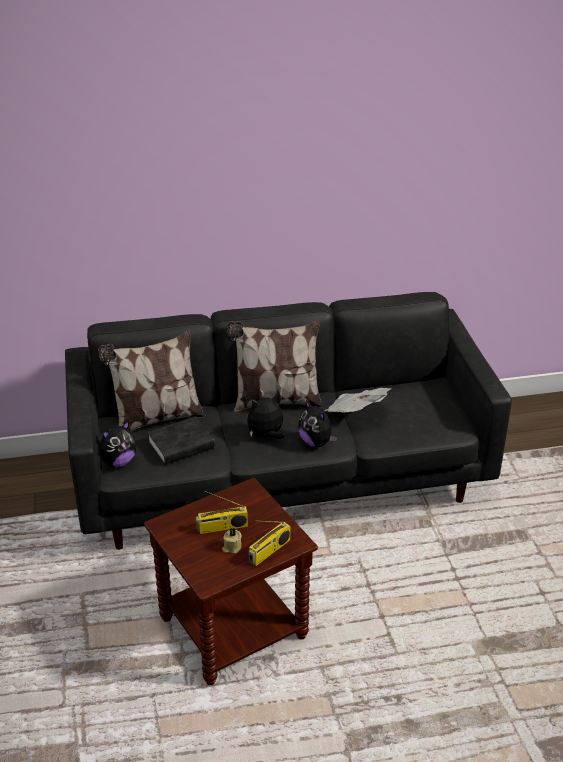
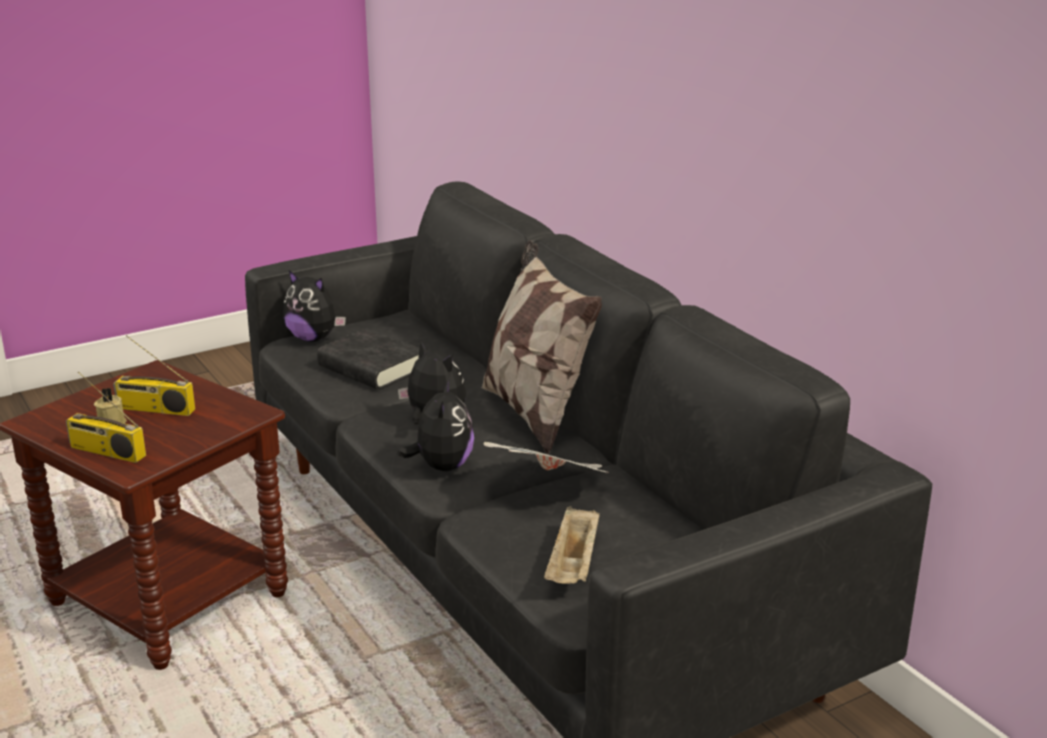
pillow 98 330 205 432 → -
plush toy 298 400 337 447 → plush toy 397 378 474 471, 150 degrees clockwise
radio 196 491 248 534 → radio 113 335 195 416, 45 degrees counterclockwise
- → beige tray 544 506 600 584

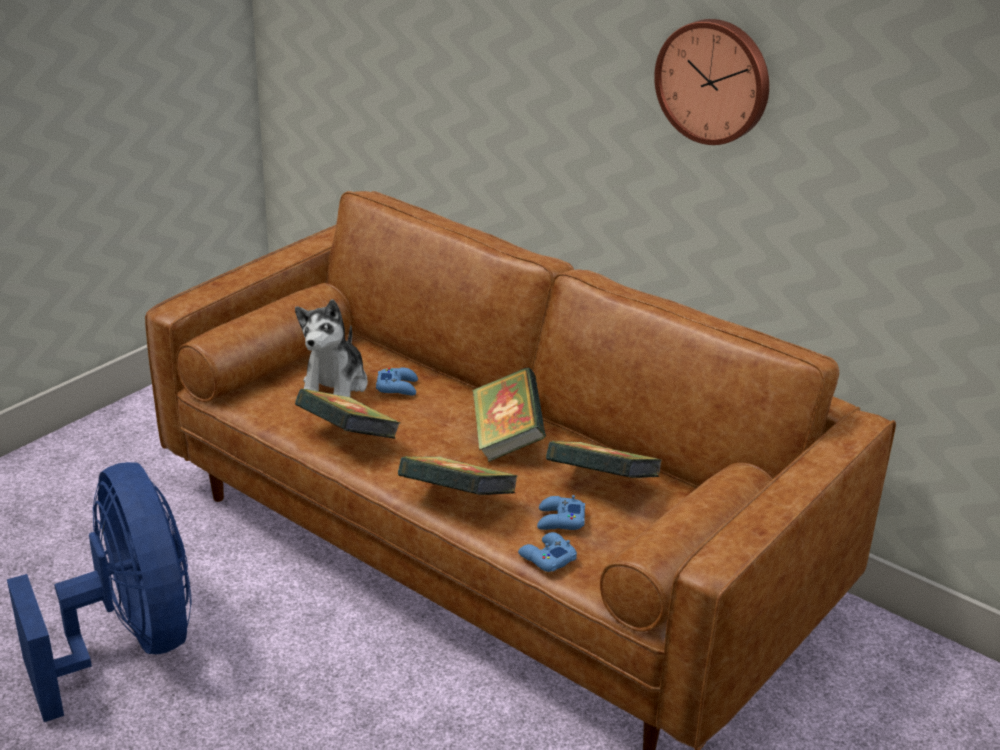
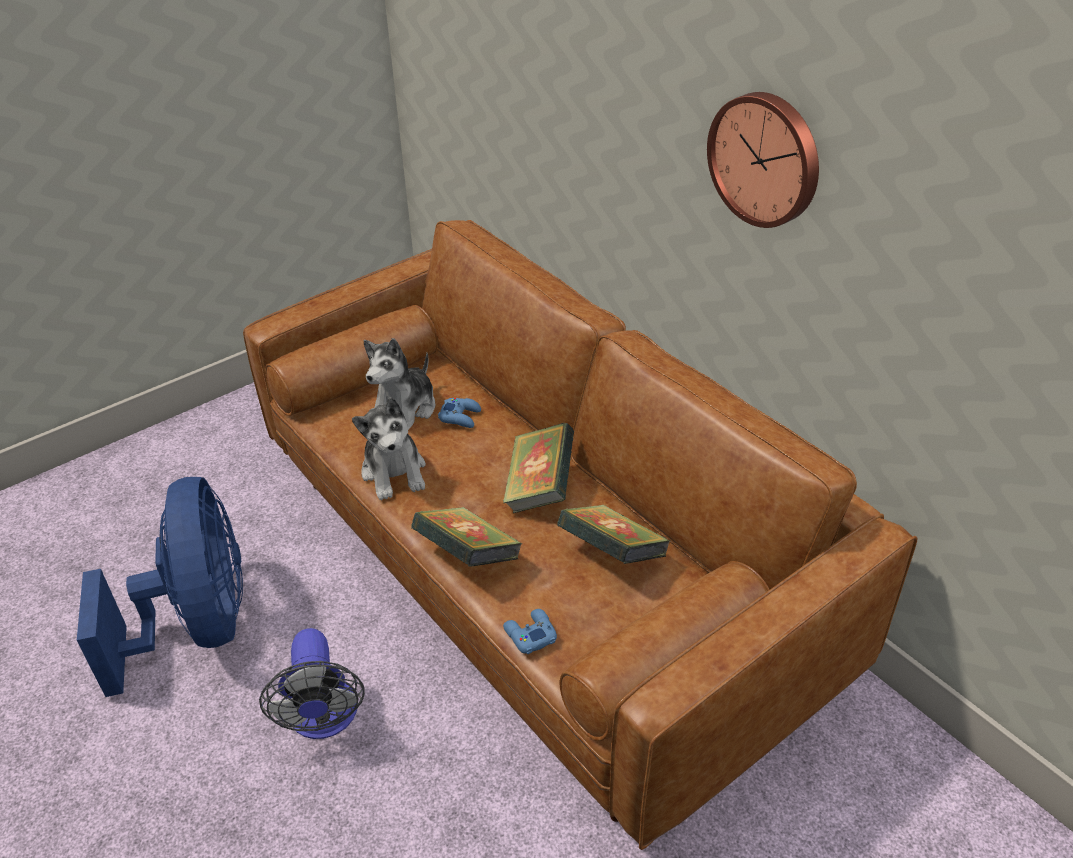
book 295 389 400 439 → plush toy 352 397 426 500
blue game controller 537 495 585 530 → -
- → fan 259 628 365 739

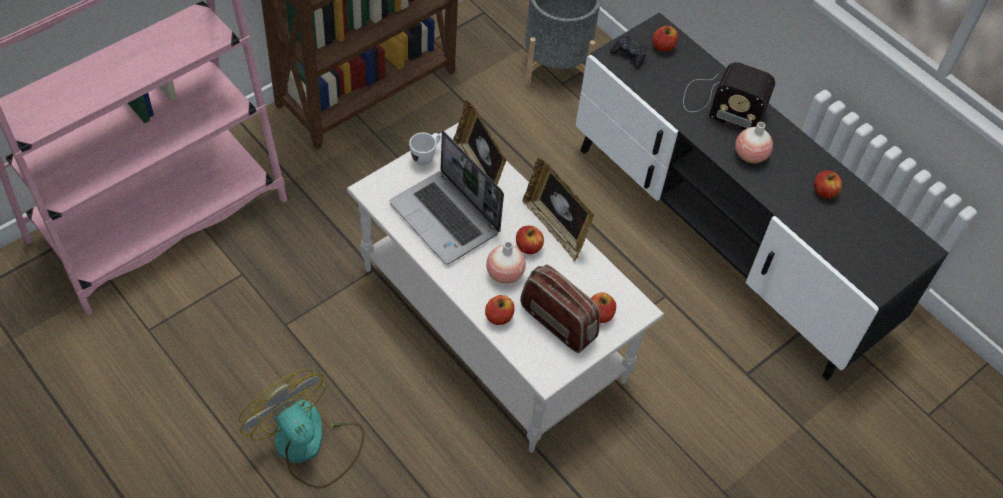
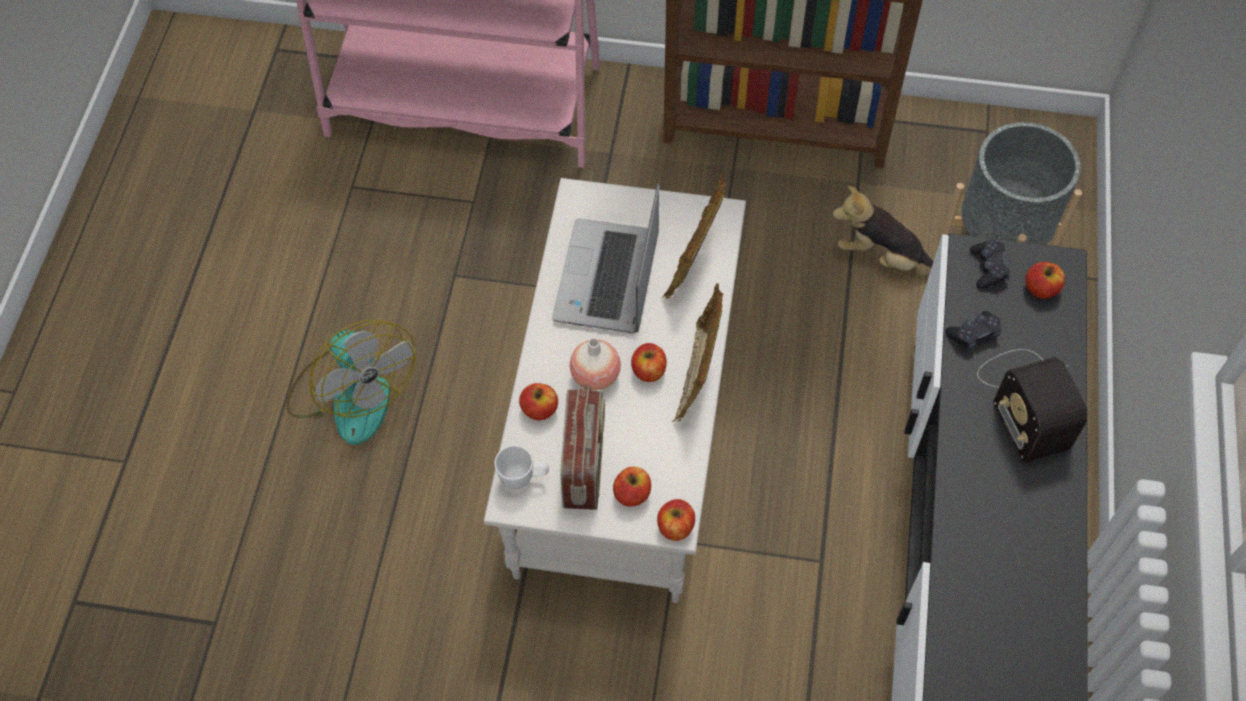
vase 735 122 773 163 → -
white mug 409 133 441 166 → white mug 495 445 549 490, shifted
apple 814 170 842 199 → apple 657 499 695 541, shifted
fan 239 369 365 489 → fan 286 320 415 445, 135 degrees clockwise
- → plush toy 833 186 934 272
- → black game controller 945 311 1002 350

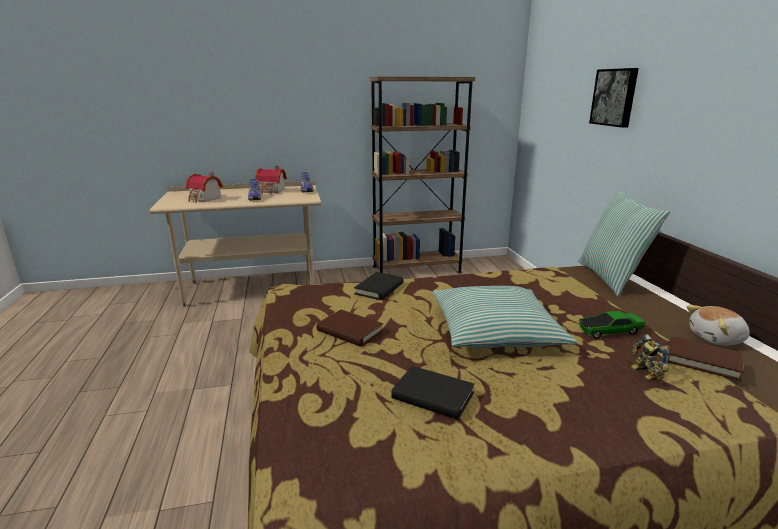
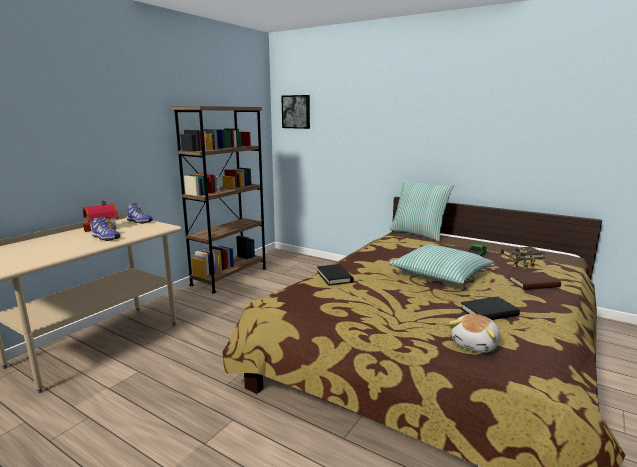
picture 589 68 639 128 → picture 281 95 310 129, shifted
toy house 185 172 223 203 → -
plush toy 686 305 750 346 → plush toy 449 314 500 353, shifted
brown book 317 310 383 347 → brown book 508 272 561 290, shifted

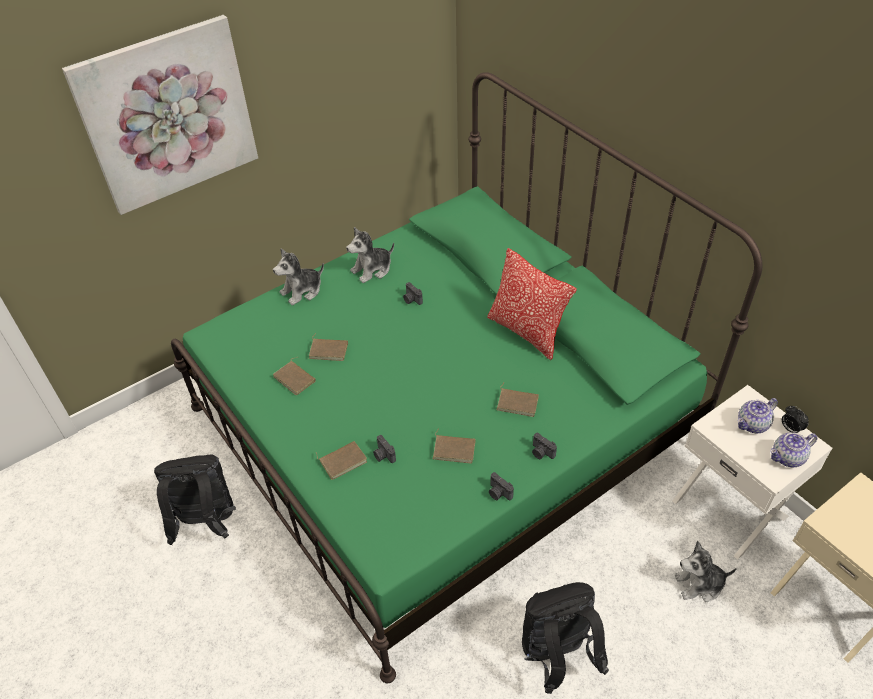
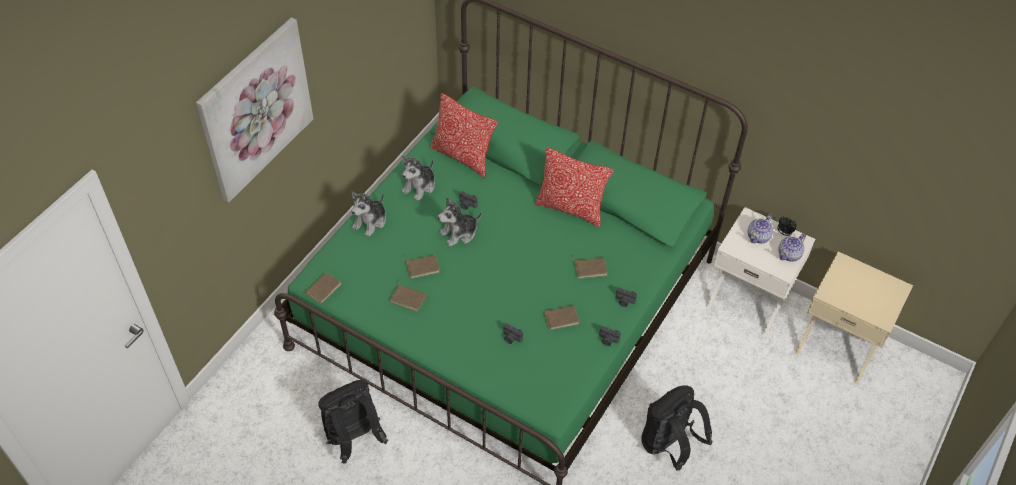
brown book 315 441 367 480 → brown book 300 272 342 304, shifted
plush toy 675 541 737 602 → plush toy 438 198 482 247, shifted
- → pillow 430 93 498 178

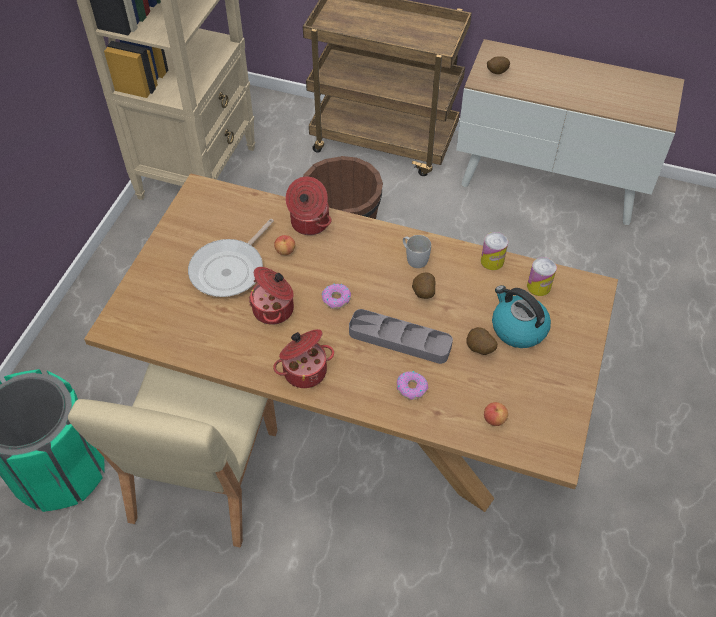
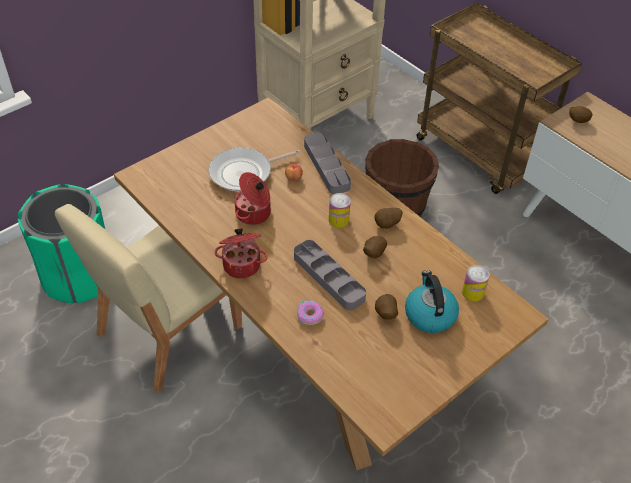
cooking pot 285 177 332 235 → grey tray 304 132 351 194
can 481 232 508 270 → can 329 193 351 227, shifted
white mug 403 235 431 268 → potato 374 208 402 229
donut 321 283 351 309 → -
apple 484 402 508 426 → -

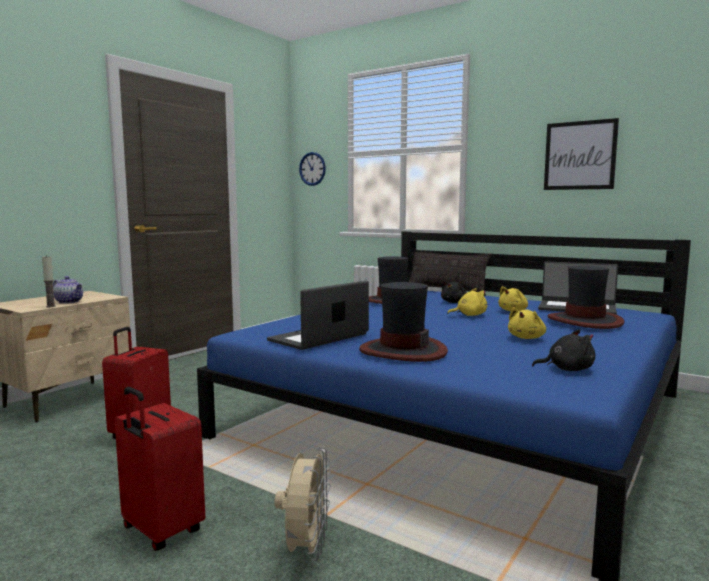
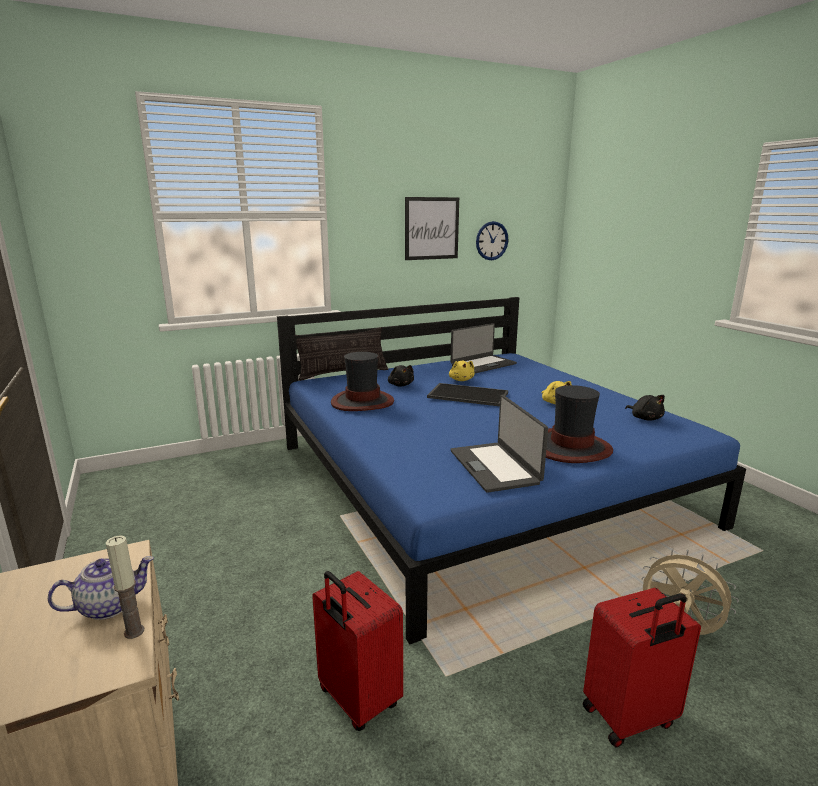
wall clock 299 152 326 186 → wall clock 476 221 508 260, shifted
hat 548 266 625 329 → -
yellow plush toy 447 288 487 316 → tray 427 383 508 406
black plush toy 532 330 595 371 → black plush toy 625 395 665 420, 120 degrees clockwise

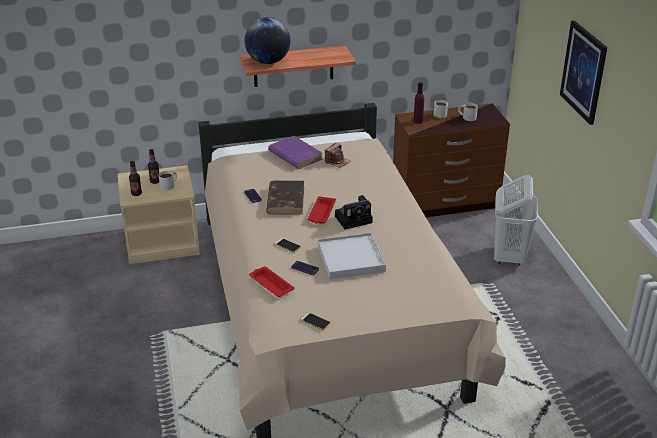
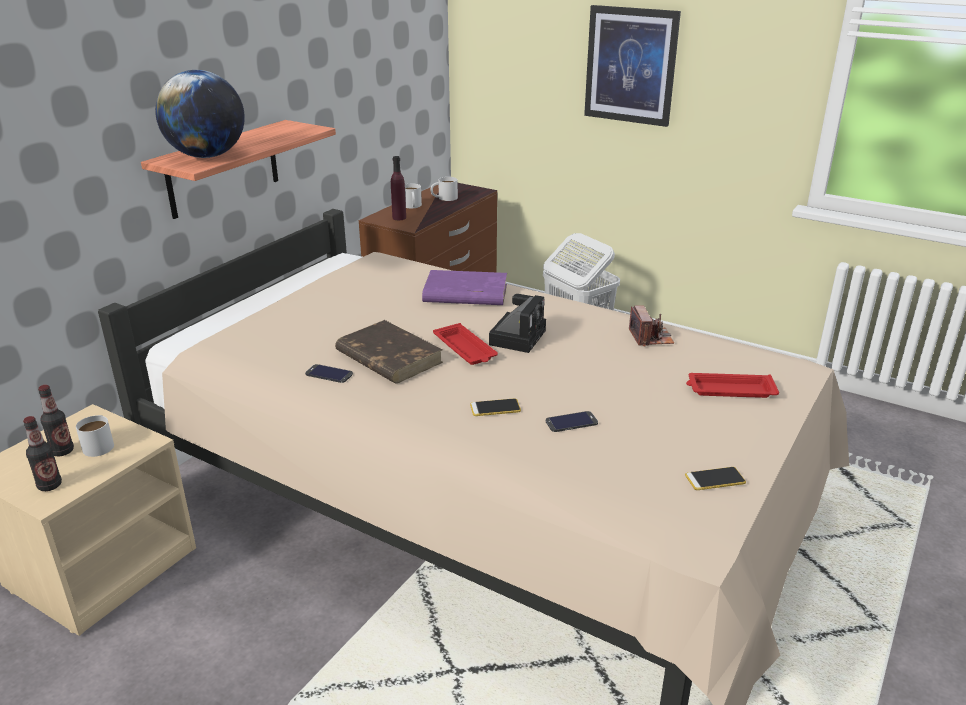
purple book 268 136 322 169 → purple book 422 270 507 305, shifted
photo camera 325 143 351 168 → photo camera 629 306 674 346, shifted
white tray 318 233 386 279 → -
red tray 249 266 294 297 → red tray 686 373 779 398, shifted

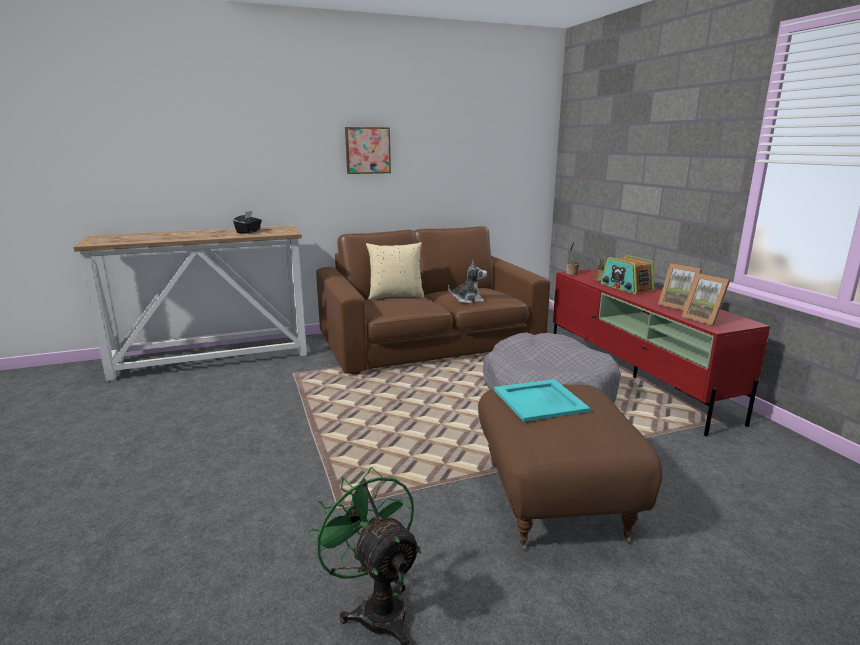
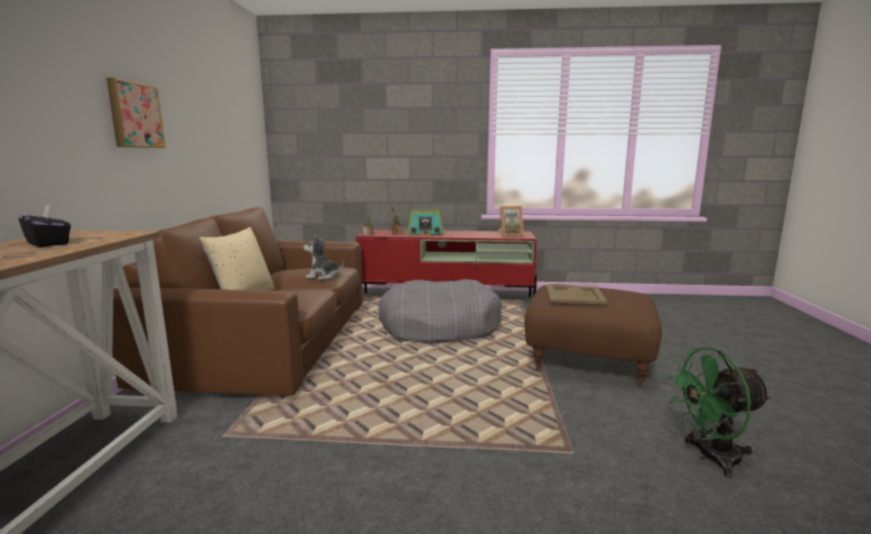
plush toy 448 261 487 304 → plush toy 303 235 344 280, 105 degrees counterclockwise
picture frame 658 263 702 310 → -
turquoise tray 494 379 591 422 → beige tray 546 285 608 305

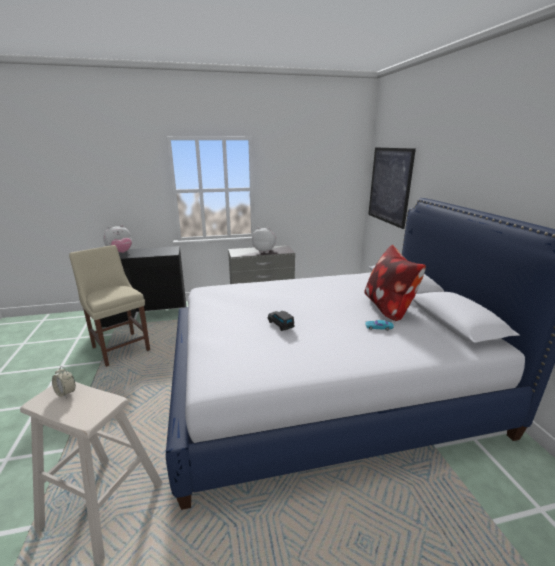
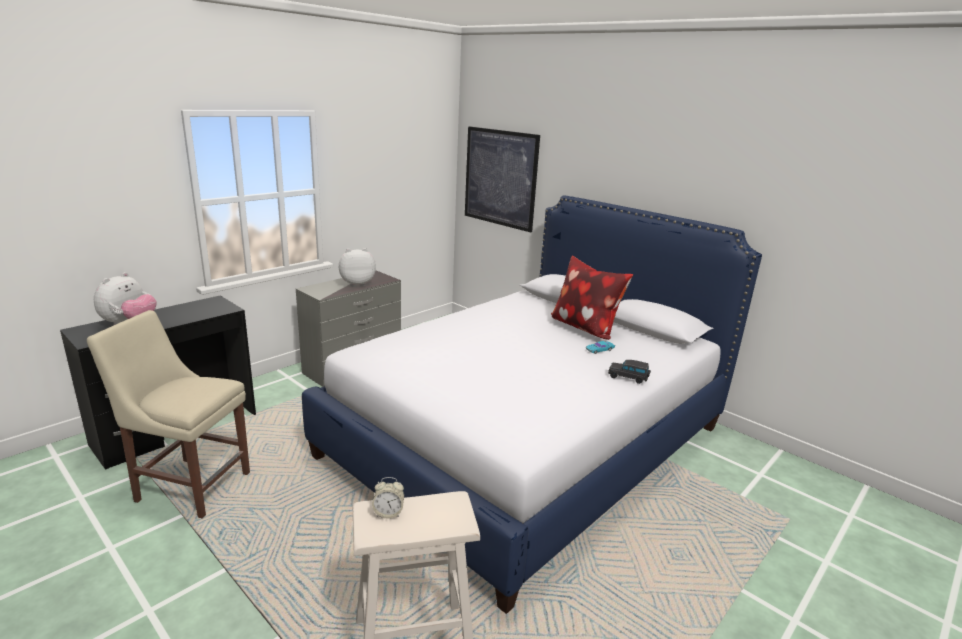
black toy car 268 311 295 331 → black toy car 608 360 651 384, shifted

